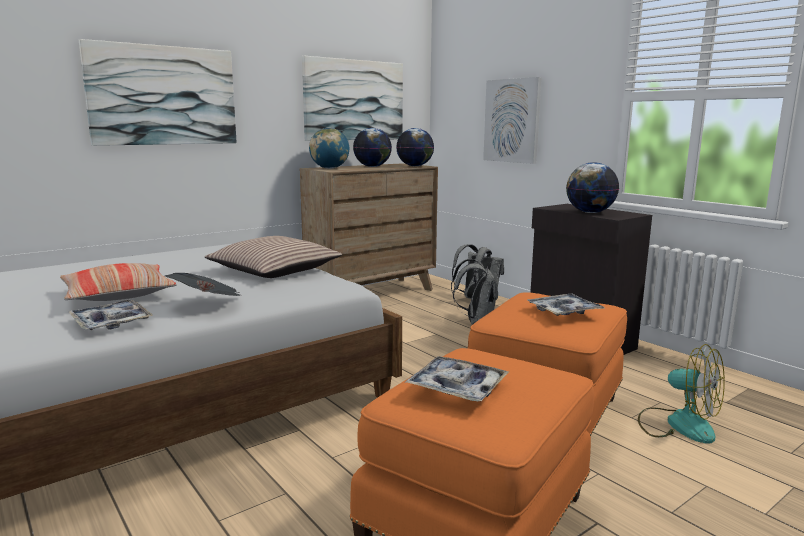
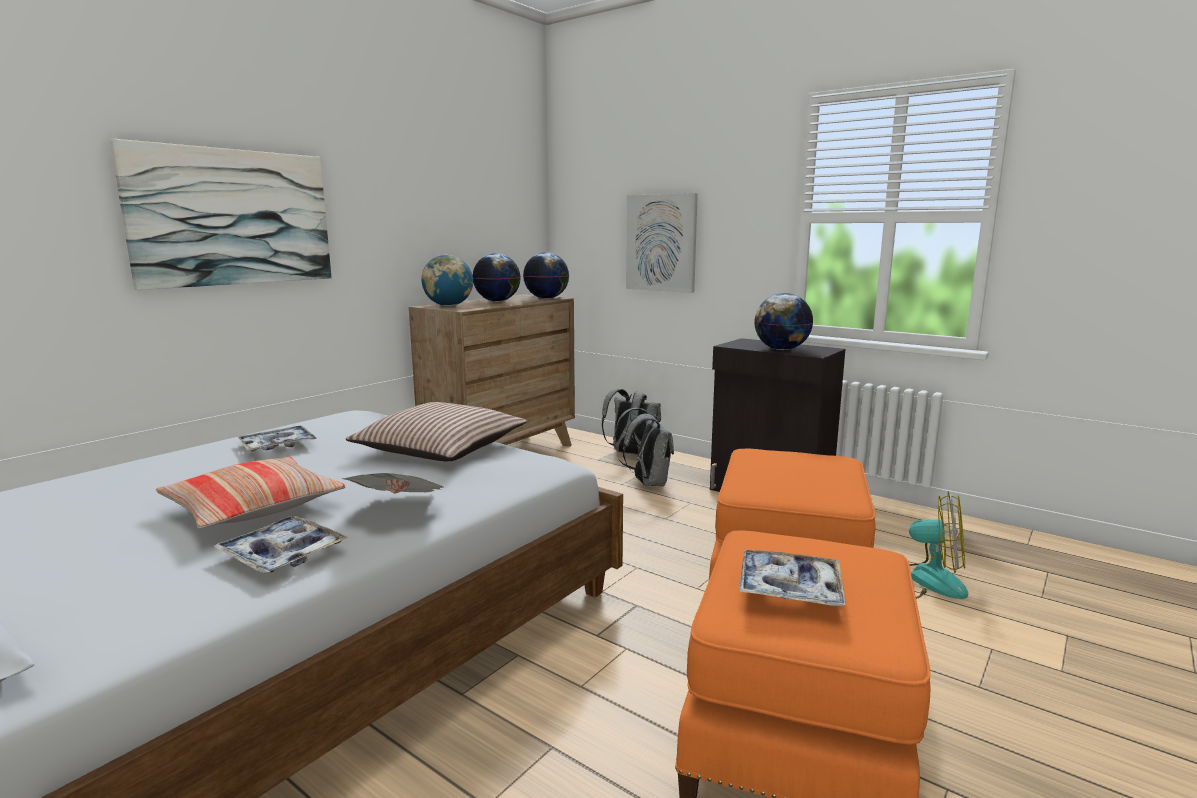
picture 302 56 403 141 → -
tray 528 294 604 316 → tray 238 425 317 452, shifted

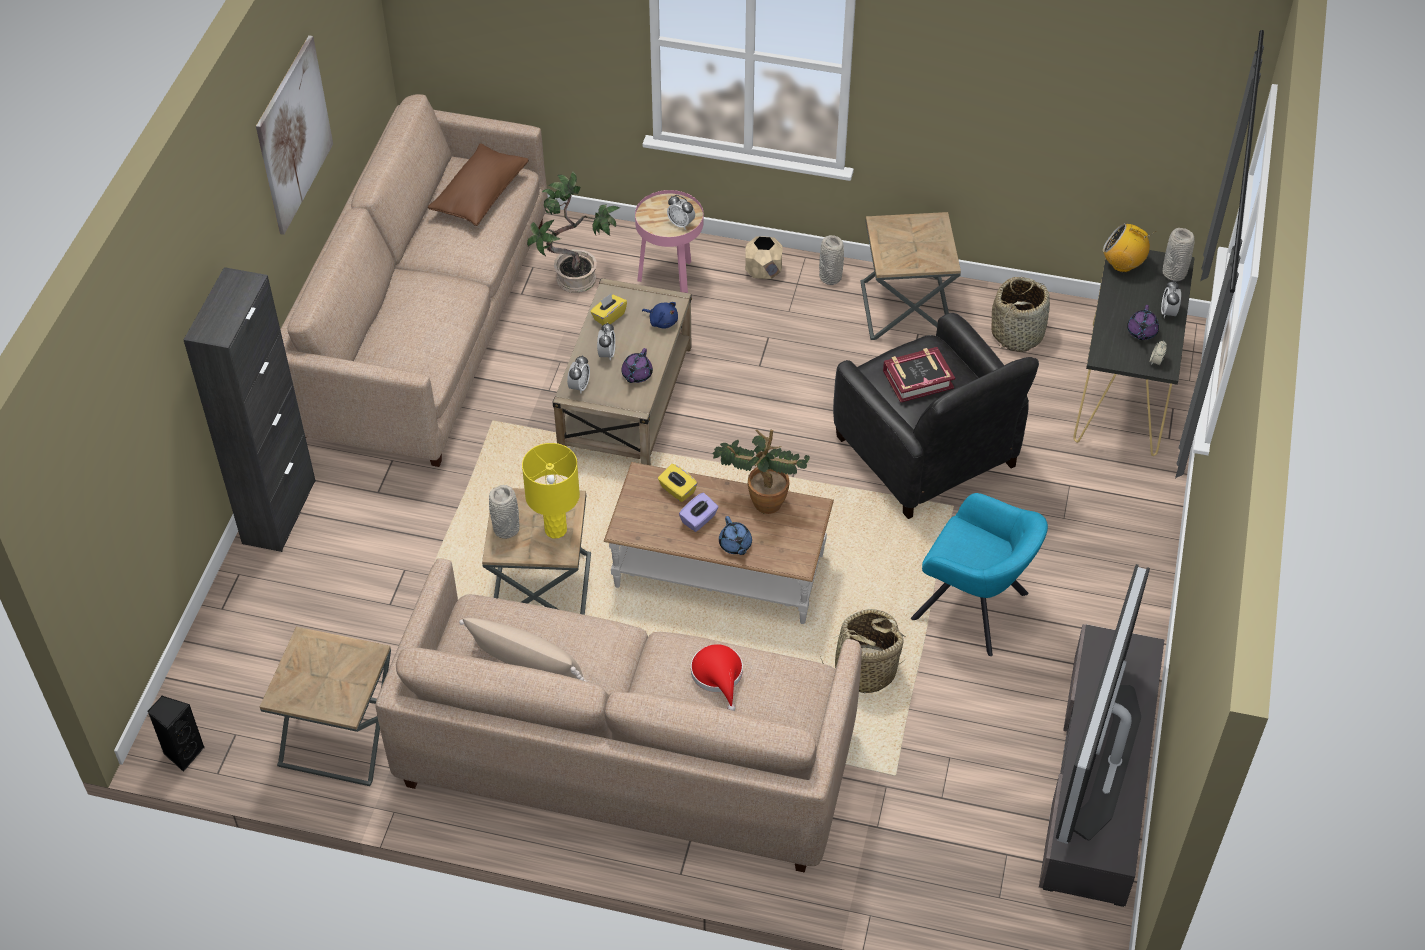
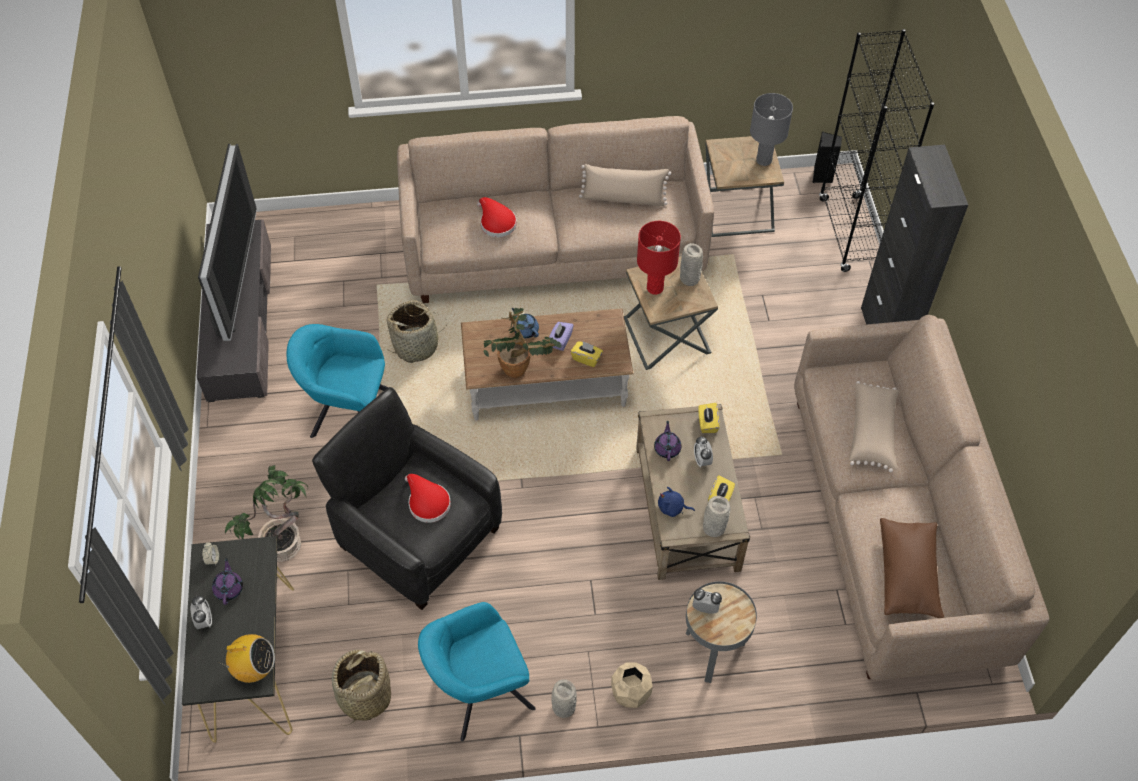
picture 256 35 333 235 → -
potted plant 527 171 620 293 → potted plant 225 465 308 562, shifted
pink side table 635 190 703 293 → grey side table 686 581 757 683
brown side table 860 212 961 340 → turquoise armchair 418 602 536 741
grey vase 1162 228 1195 281 → grey vase 703 496 730 537, shifted
book 883 347 955 403 → red hat 405 474 451 523
alarm clock 567 355 590 394 → yellow tissue box 698 403 720 433
yellow table lamp 522 443 580 539 → red table lamp 637 221 681 295
- → black bookcase 819 29 934 272
- → grey table lamp 750 93 793 166
- → beige pillow 849 381 899 473

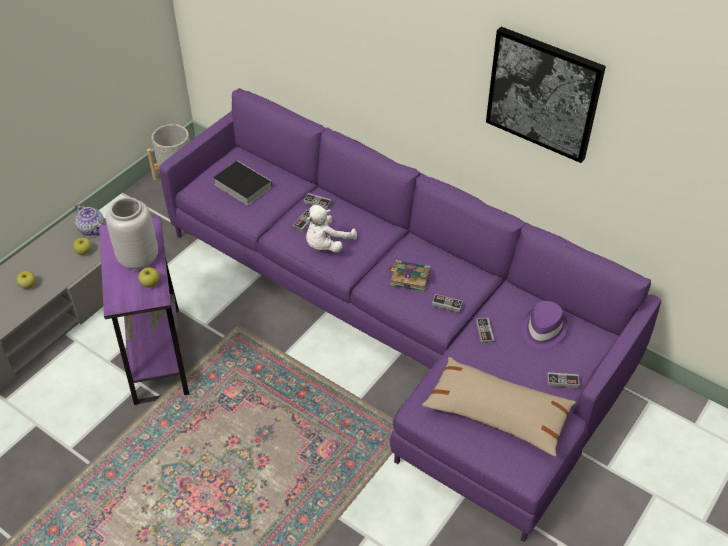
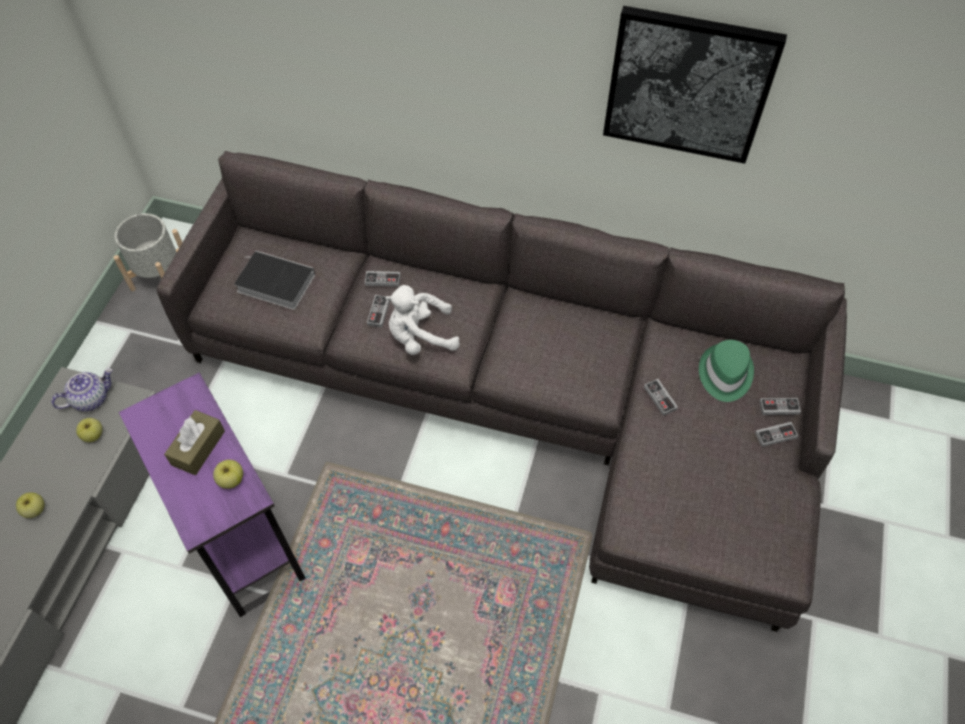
purple sofa 159 88 661 542 → grey sofa 157 151 847 632
grey vase 106 197 158 270 → brown tissue box 164 410 225 475
teapot 75 204 105 236 → teapot 51 368 113 411, 60 degrees counterclockwise
white plush toy 306 205 357 253 → white plush toy 385 285 460 355, 60 degrees clockwise
book 388 260 431 292 → -
game controller 432 294 463 313 → game controller 759 398 801 415, shifted
purple hat 522 301 568 349 → green hat 699 340 754 402
beige pillow 422 357 576 457 → -

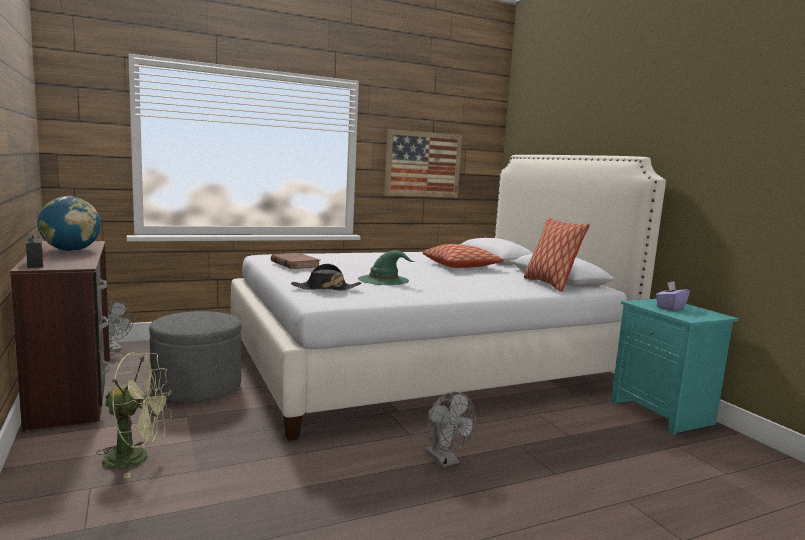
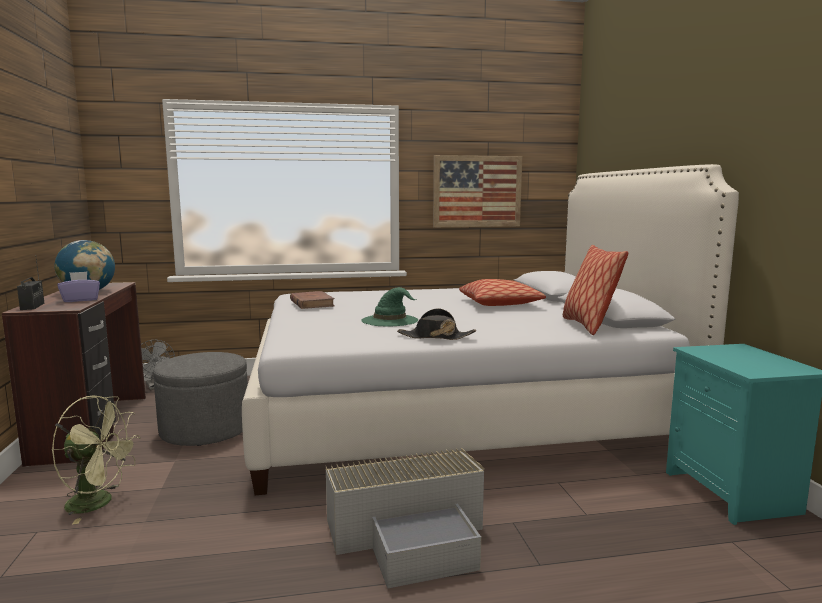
black hat 291 264 361 291 → black hat 397 308 476 340, shifted
purple tissue box 656 281 690 311 → purple tissue box 57 271 100 302, shifted
grey fan 425 392 476 467 → grey storage box 326 448 485 589

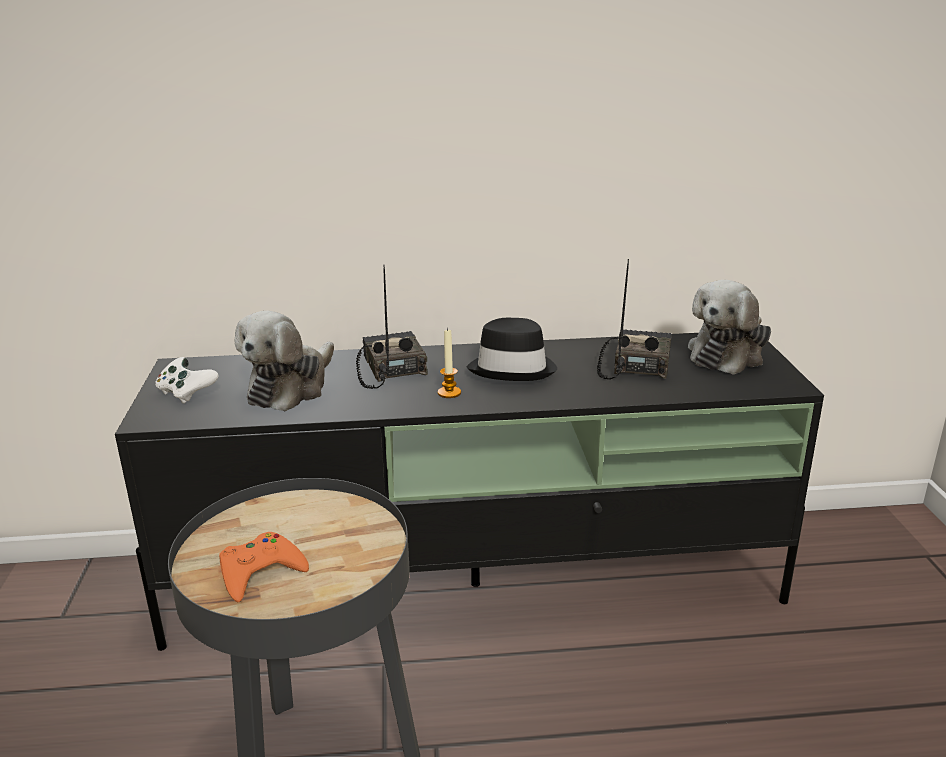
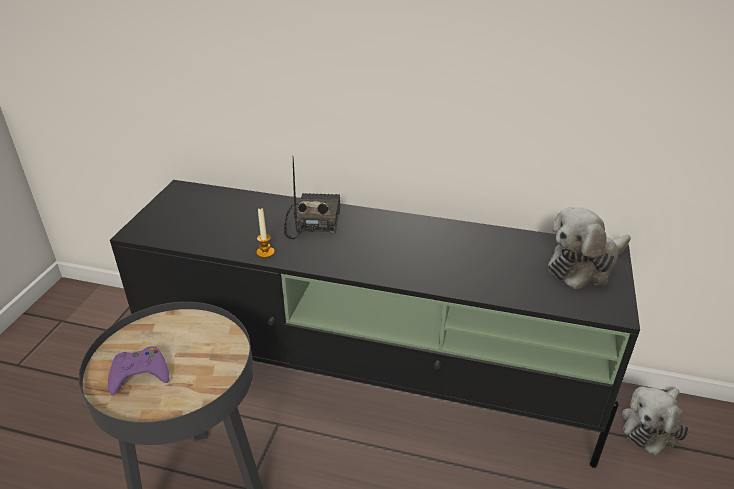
radio 597 259 671 380 → -
plush toy 235 311 334 411 → plush toy 622 386 689 456, shifted
black hat 467 318 557 381 → -
candle 438 328 461 398 → candle 256 208 275 258, shifted
white game controller 155 357 219 404 → -
orange game controller 219 532 309 602 → purple game controller 108 346 169 395

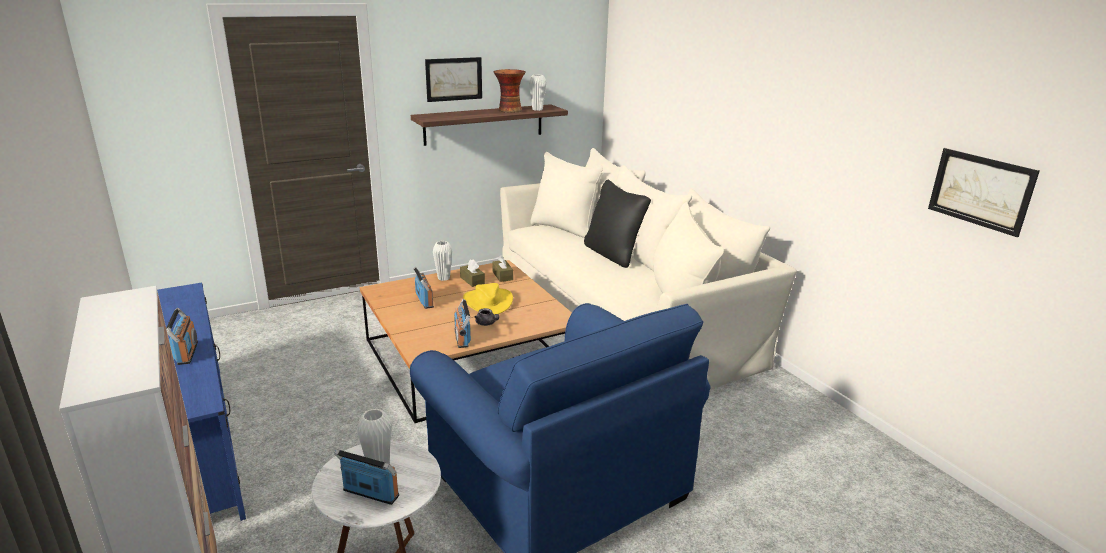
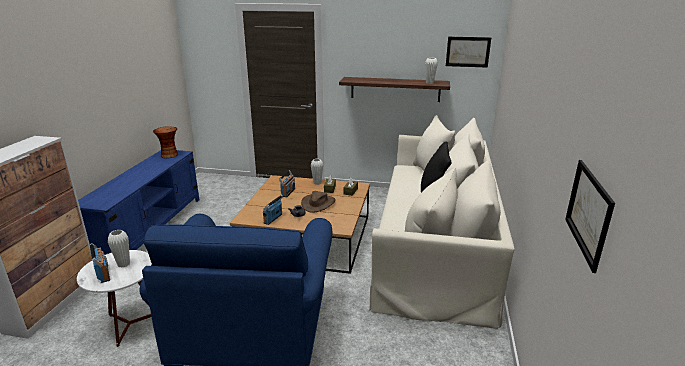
picture 425 57 482 102 → picture 446 37 491 68, shifted
vase 494 69 526 113 → vase 153 126 178 158, shifted
yellow hat 463 283 513 315 → brown hat 301 191 335 213
radio 166 308 198 365 → -

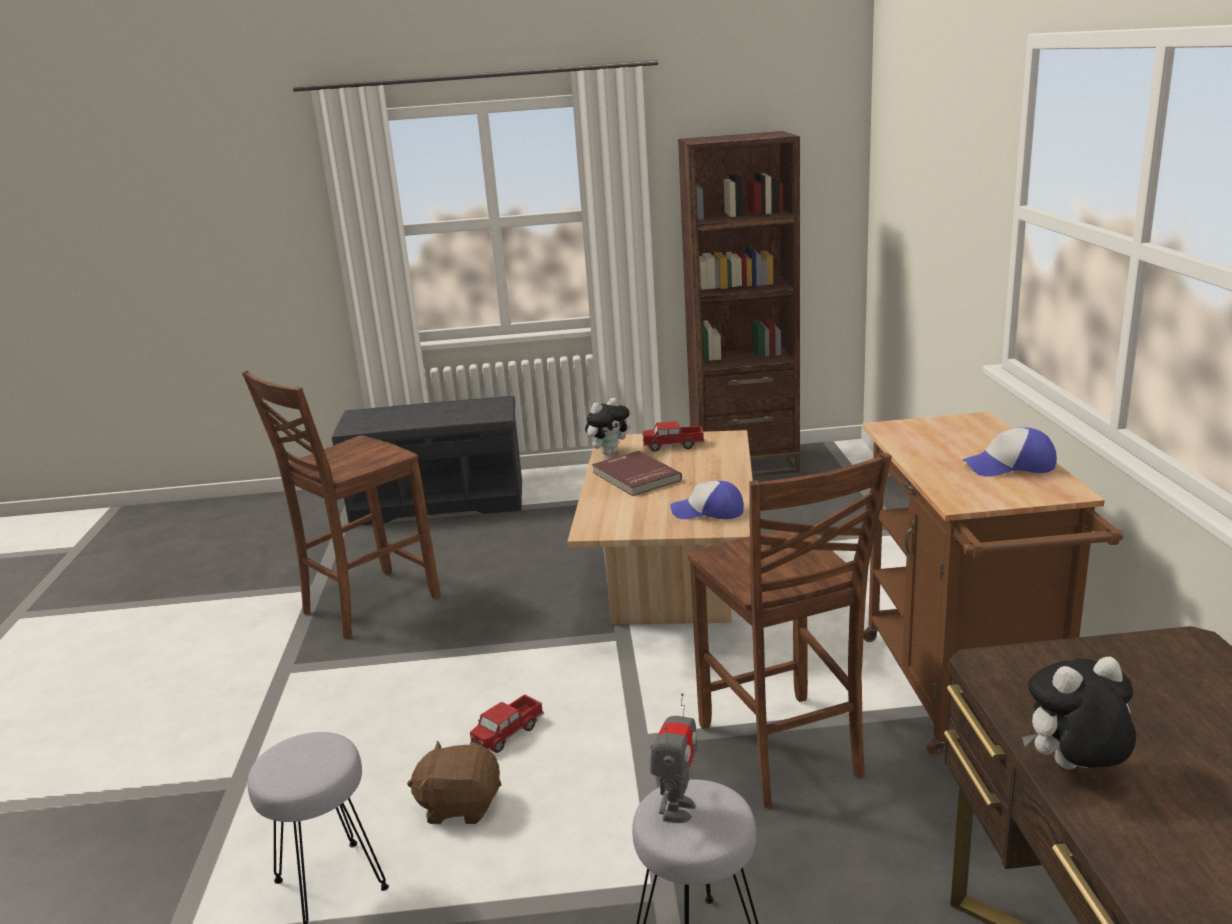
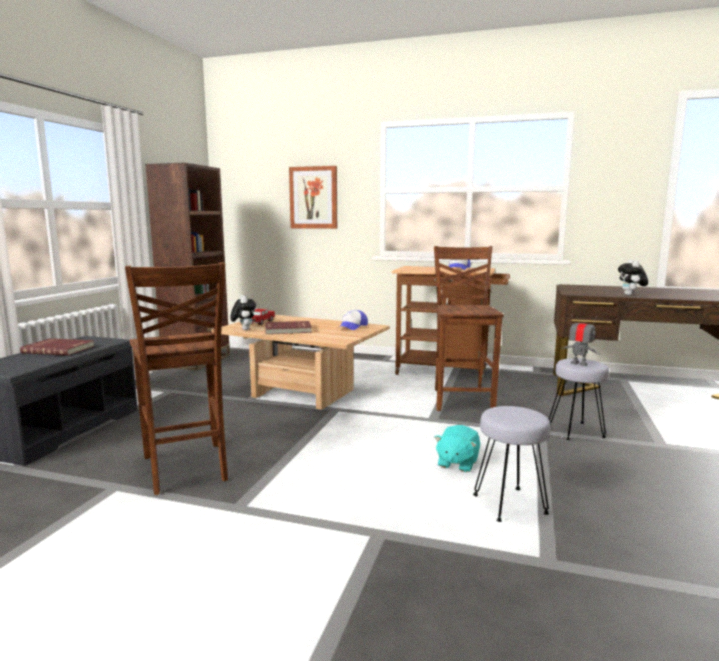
brown chair 688 453 892 808 → brown chair 434 246 504 411, 90 degrees counterclockwise
toy truck 470 694 544 753 → -
brown plush toy 407 741 501 824 → turquoise plush toy 434 425 480 472
- → picture 289 166 337 229
- → red book 20 338 94 356

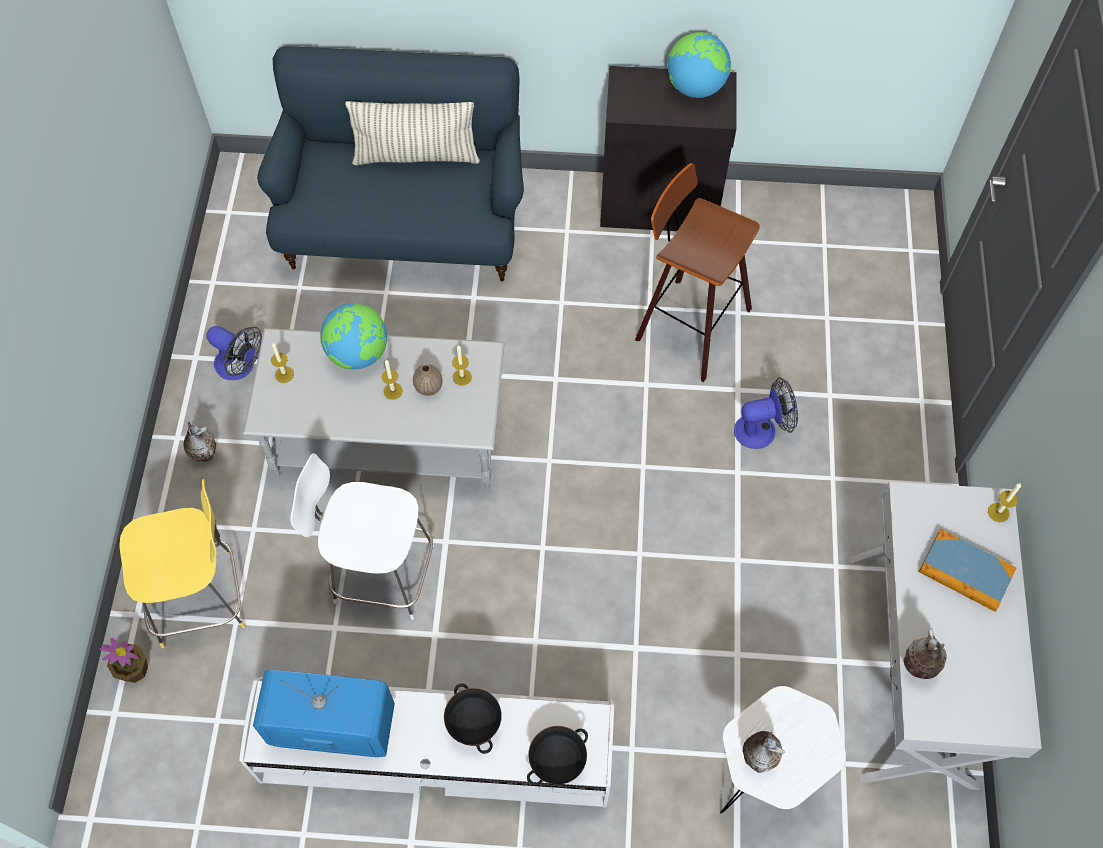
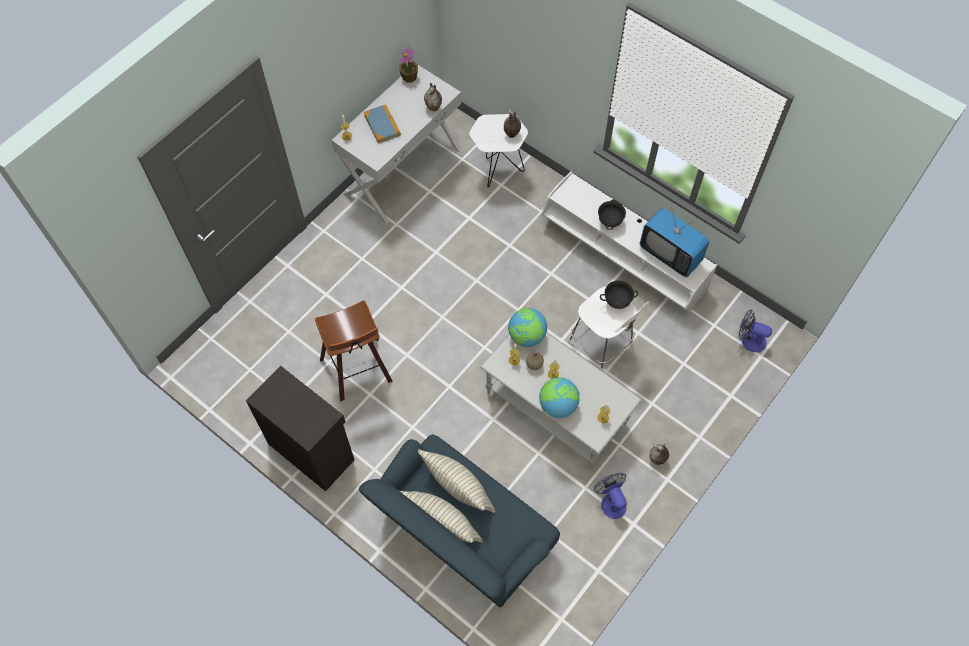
globe 667 32 731 98 → globe 508 308 547 347, shifted
fan 734 377 798 449 → fan 738 309 772 352, shifted
yellow stool 119 479 245 648 → -
potted plant 99 638 148 683 → potted plant 399 47 418 83, shifted
black bowl 527 726 588 786 → black bowl 600 280 638 309, shifted
- → pillow 418 450 495 513

